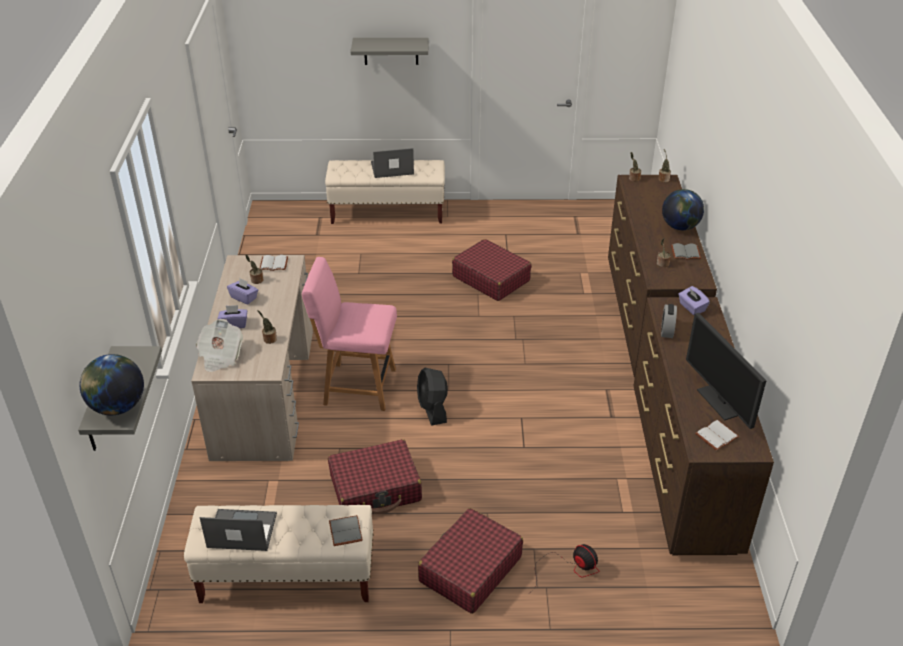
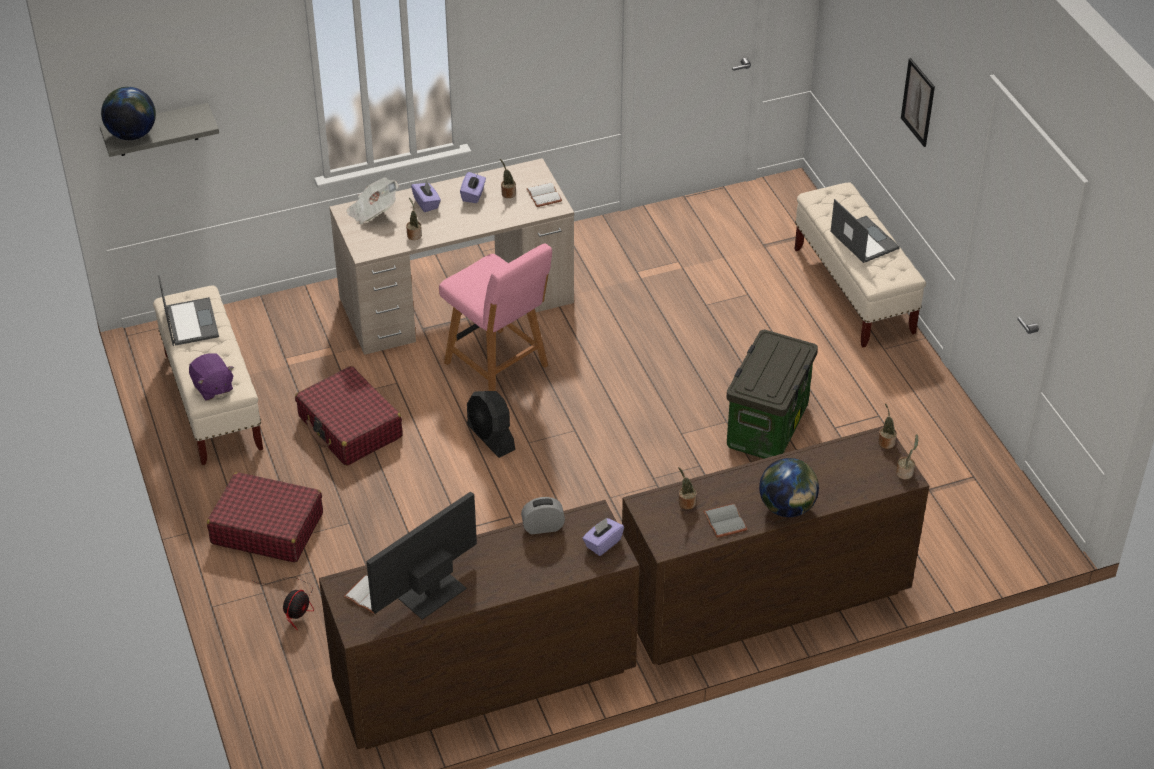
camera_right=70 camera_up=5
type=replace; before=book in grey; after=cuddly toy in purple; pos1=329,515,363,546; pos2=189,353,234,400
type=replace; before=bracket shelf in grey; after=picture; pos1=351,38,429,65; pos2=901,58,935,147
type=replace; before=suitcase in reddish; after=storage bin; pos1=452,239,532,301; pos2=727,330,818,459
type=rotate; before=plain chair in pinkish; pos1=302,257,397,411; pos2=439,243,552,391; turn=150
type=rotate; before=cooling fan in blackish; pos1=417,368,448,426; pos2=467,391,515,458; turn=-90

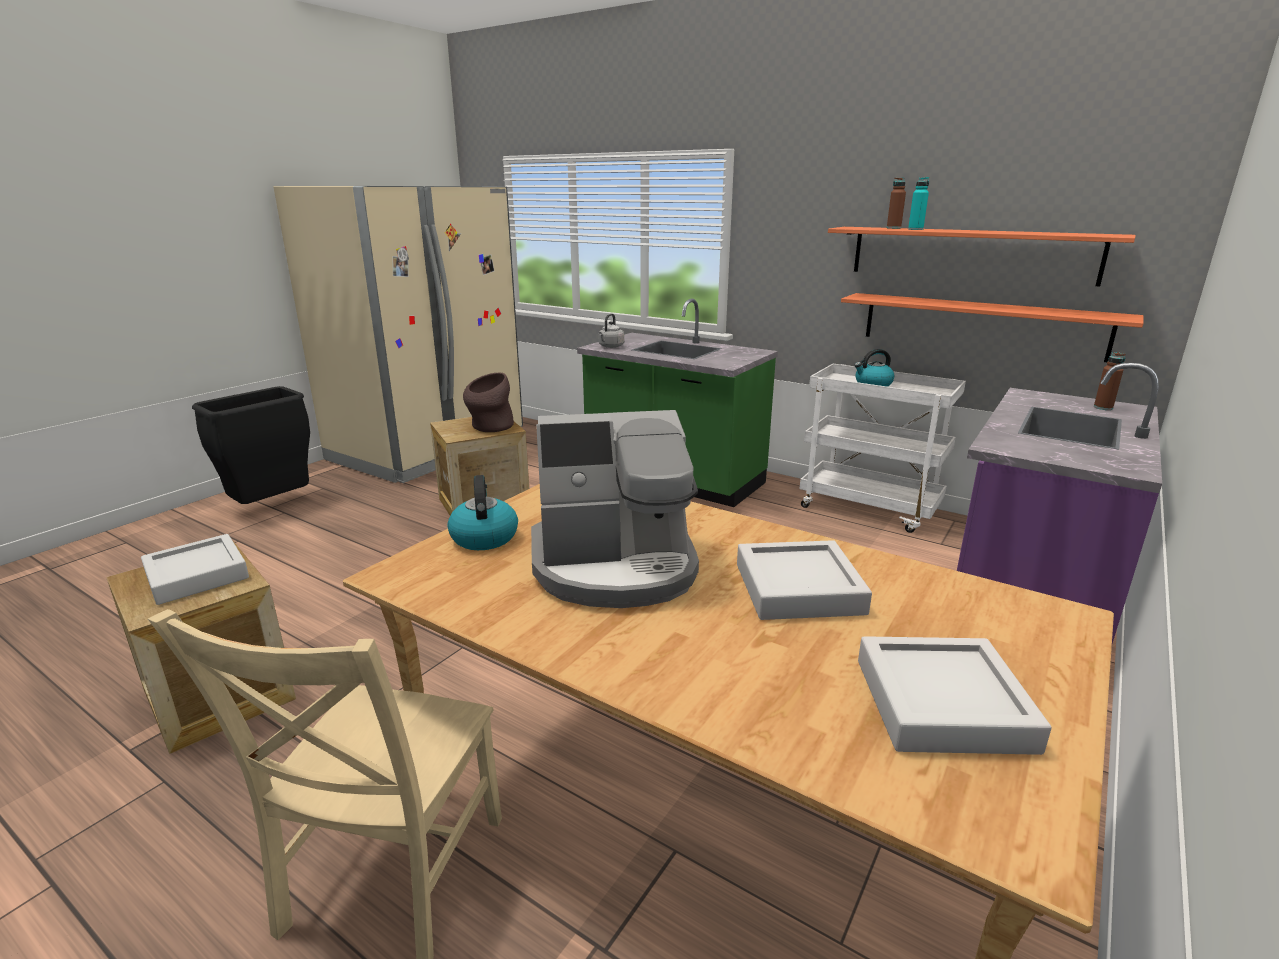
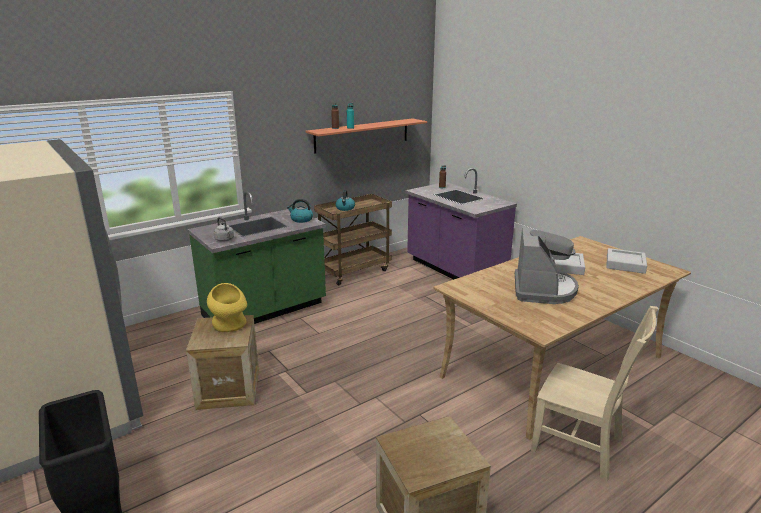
camera_right=-70 camera_up=0
type=delete; before=serving tray in grey; pos1=141,534,249,605
type=delete; before=bracket shelf; pos1=841,293,1143,362
type=move; before=water kettle; pos1=447,475,518,550; pos2=287,199,313,223
type=recolor; before=flower vase in brownish; after=flower vase in yellow; pos1=463,372,514,432; pos2=207,283,247,332
type=recolor; before=cart in whitish; after=cart in brownish; pos1=800,364,966,533; pos2=314,194,392,286

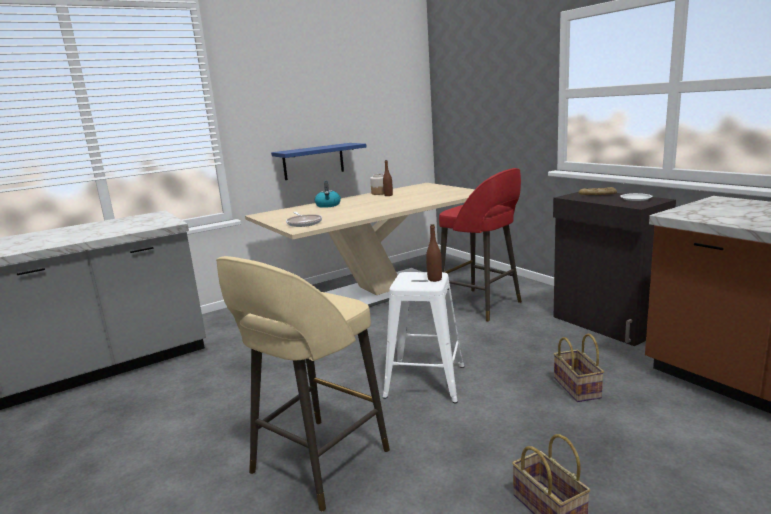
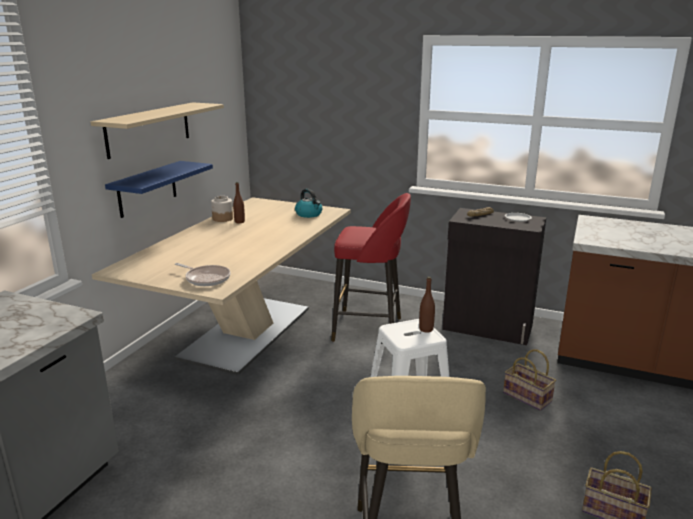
camera_right=-35 camera_up=5
type=insert; after=bracket shelf in sand-coloured; pos2=90,102,224,159
type=move; before=water kettle; pos1=315,181,341,208; pos2=295,189,322,218

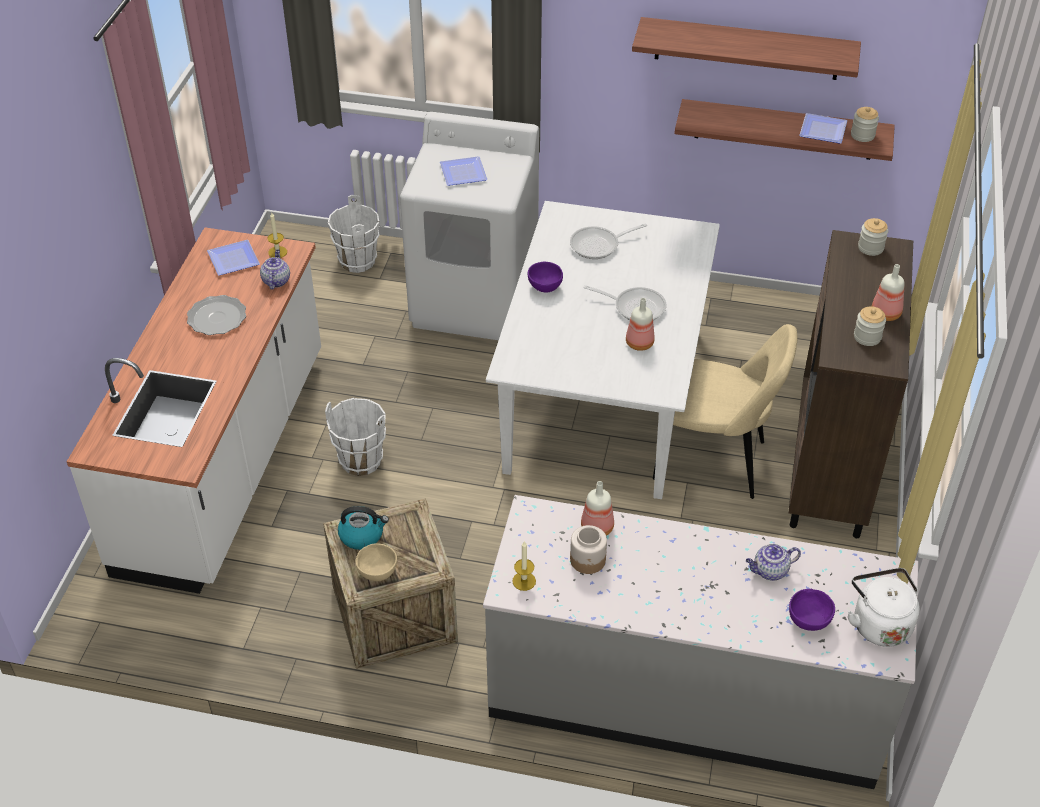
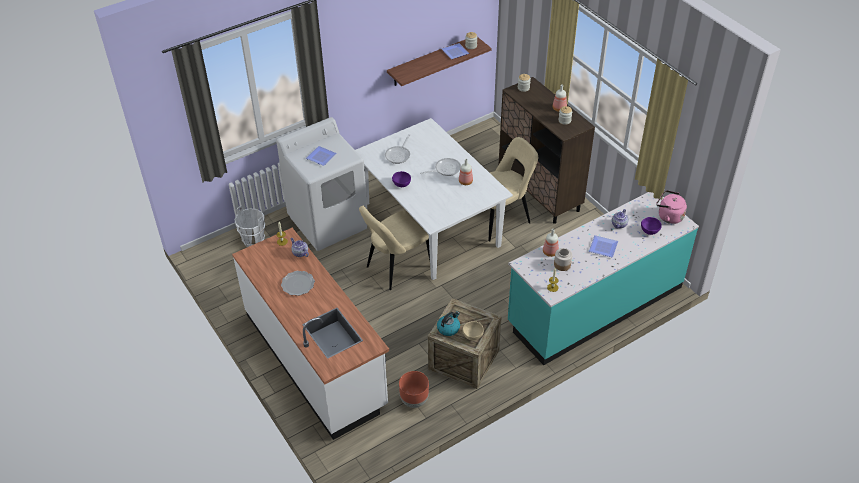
camera_right=-45 camera_up=0
type=delete; before=water bucket in whitish; pos1=325,398,386,476
type=delete; before=bracket shelf; pos1=632,17,861,80
type=insert; after=plain chair in sand-coloured; pos2=359,205,430,290
type=insert; after=planter in brownish; pos2=399,371,429,408
type=move; before=flat dish; pos1=207,240,260,276; pos2=589,235,618,258
type=recolor; before=counter in grey; after=counter in turquoise-coloured; pos1=483,495,918,789; pos2=508,192,699,365
type=recolor; before=water kettle in whitish; after=water kettle in pinkish; pos1=848,568,920,647; pos2=656,190,687,224

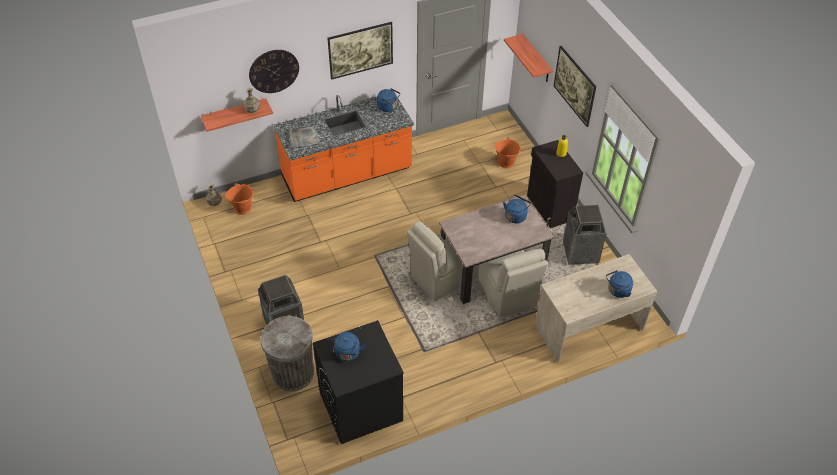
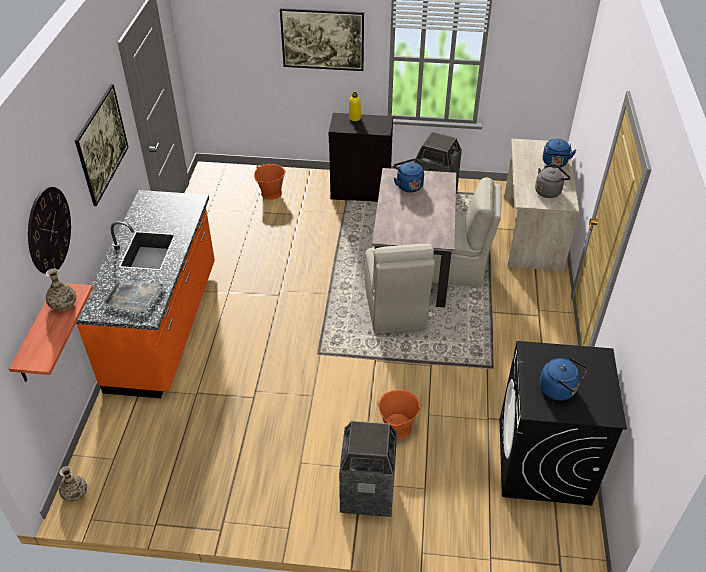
camera_right=-60 camera_up=-5
type=delete; before=trash can in grey; pos1=261,316,314,391
type=delete; before=water kettle in blue; pos1=377,88,400,112
type=delete; before=bracket shelf; pos1=504,34,553,81
type=insert; after=water kettle in grey; pos2=535,164,571,198
type=move; before=water bucket in orange; pos1=225,183,254,215; pos2=377,390,422,438

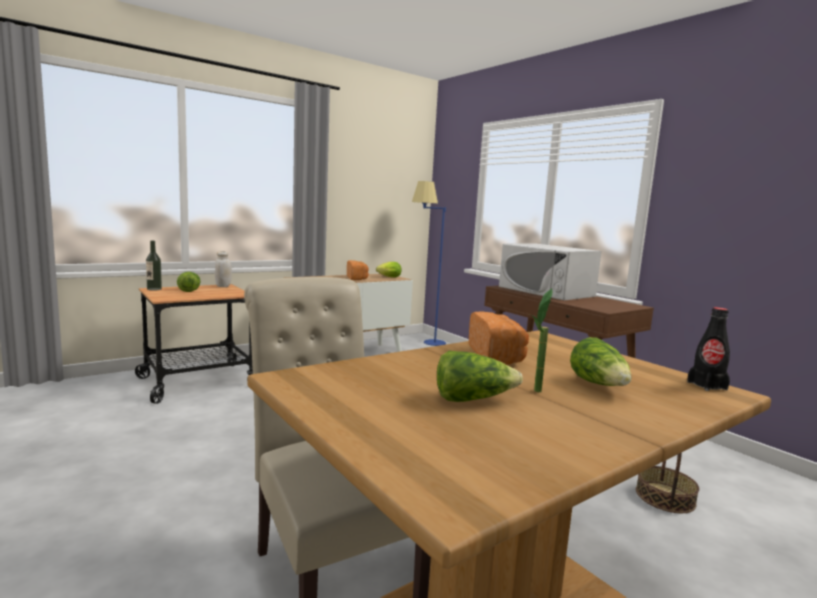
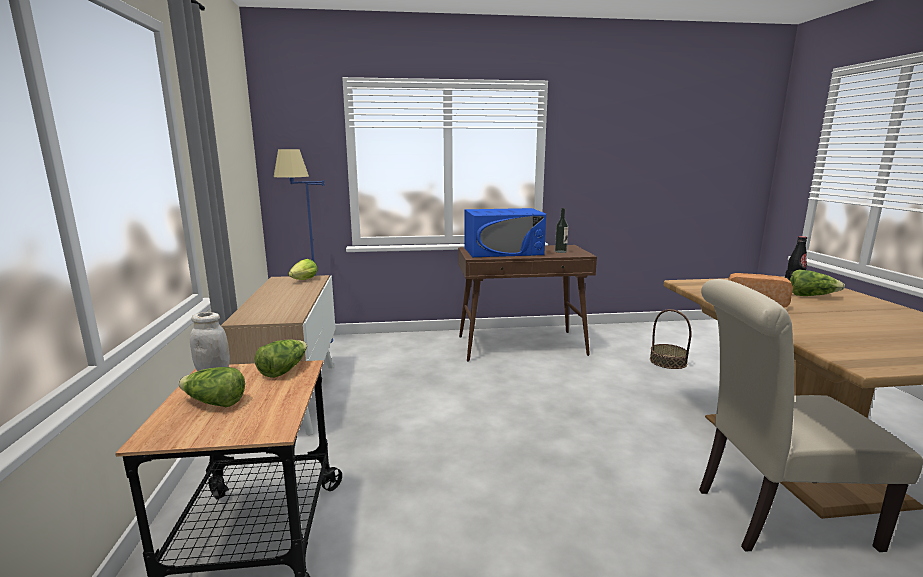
camera_right=-60 camera_up=5
type=delete; before=baked bread; pos1=347,260,369,280
type=delete; before=houseplant; pos1=528,289,552,392
type=move; before=beverage bottle; pos1=146,240,162,291; pos2=555,208,568,253
type=move; before=lettuce; pos1=437,351,523,402; pos2=255,340,307,378
type=recolor; before=microwave oven in whitish; after=microwave oven in blue; pos1=499,243,602,300; pos2=465,208,546,257

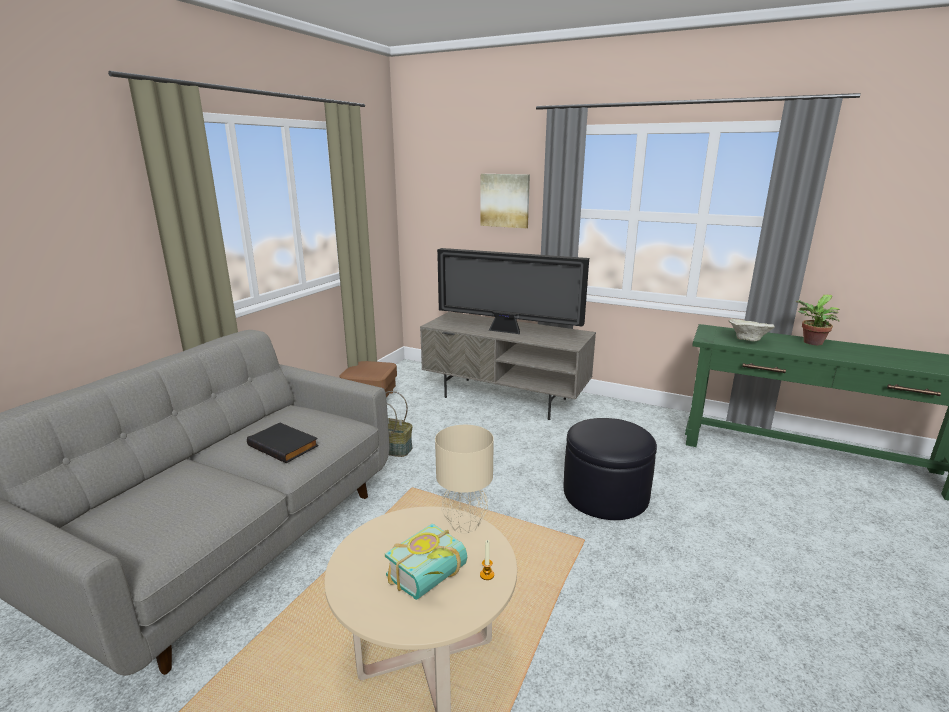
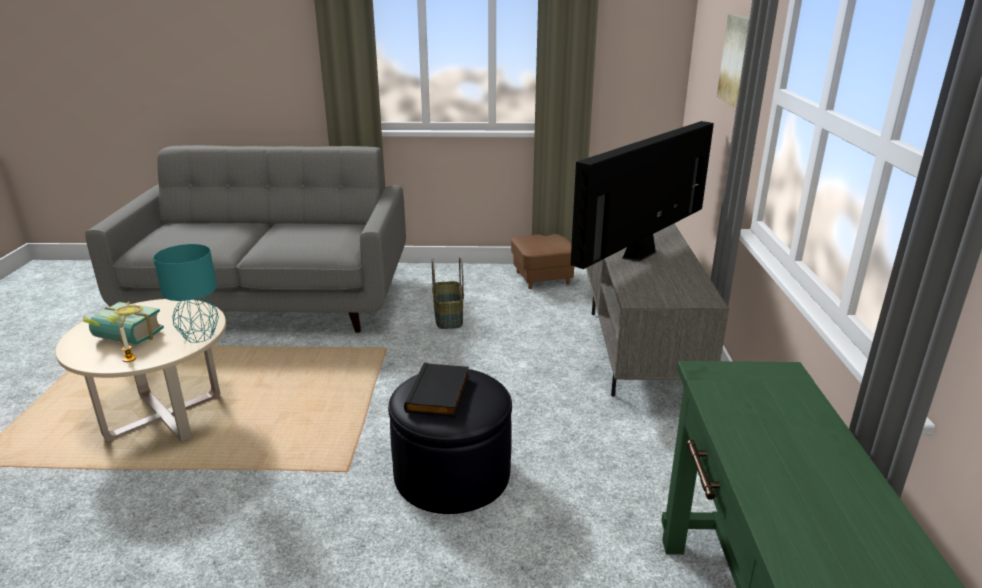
camera_right=65 camera_up=5
type=delete; before=serving bowl in sand-coloured; pos1=729,319,775,341
type=delete; before=houseplant; pos1=795,295,840,345
type=move; before=book in blackish; pos1=247,423,319,463; pos2=404,363,470,417
type=recolor; before=tabletop lamp in sand-coloured; after=tabletop lamp in turquoise-coloured; pos1=435,425,494,533; pos2=153,244,219,343
type=rotate; before=TV set; pos1=437,248,589,334; pos2=571,121,714,269; turn=45

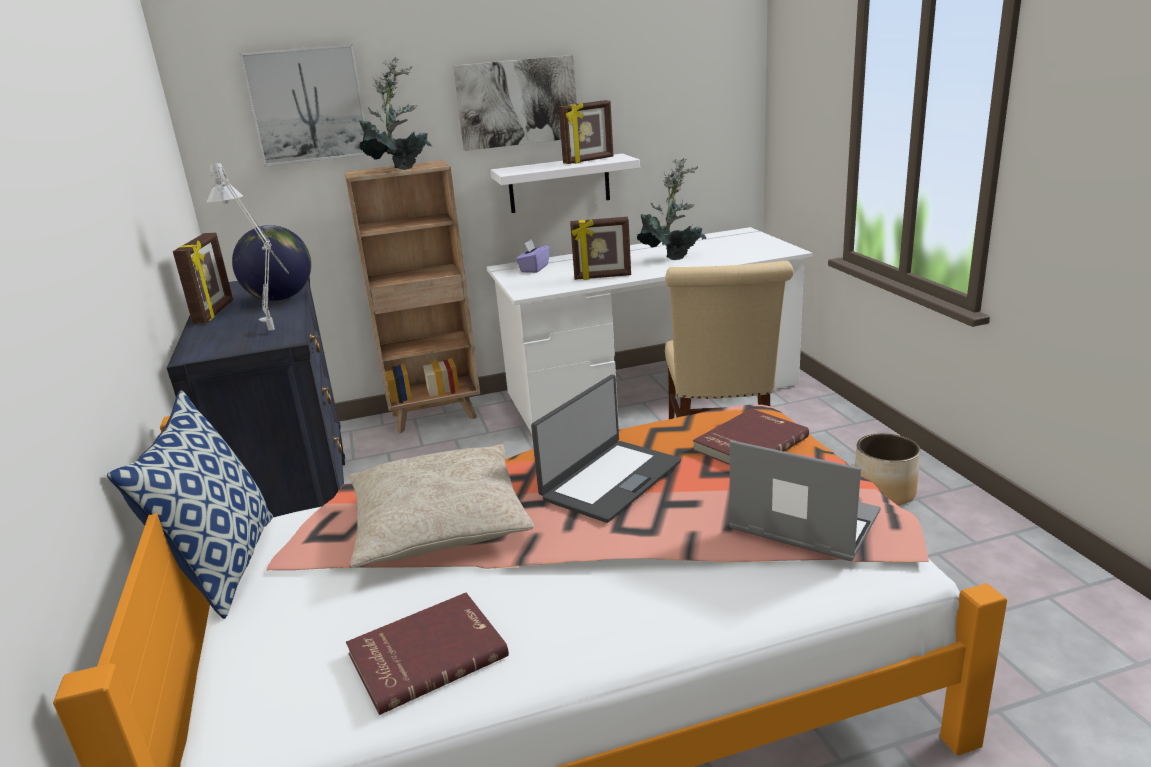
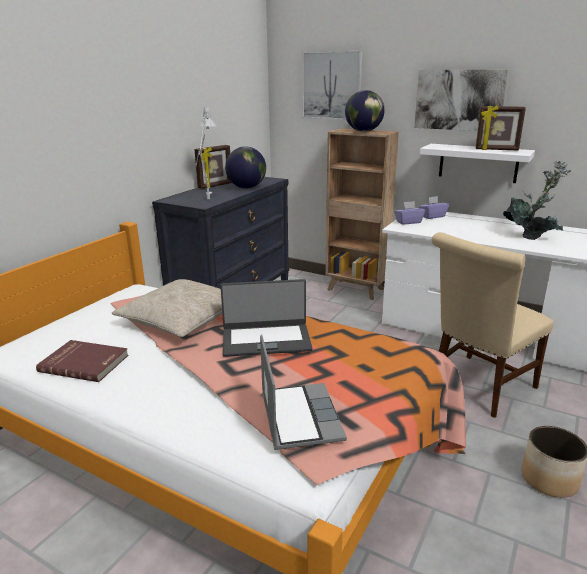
camera_right=45 camera_up=0
type=delete; before=cushion; pos1=107,390,273,619
type=delete; before=photo frame; pos1=570,217,631,280
type=delete; before=book in reddish; pos1=693,408,809,465
type=insert; after=box of tissues in purple; pos2=394,201,425,225
type=replace; before=houseplant; after=desk globe; pos1=359,57,432,170; pos2=345,90,385,132

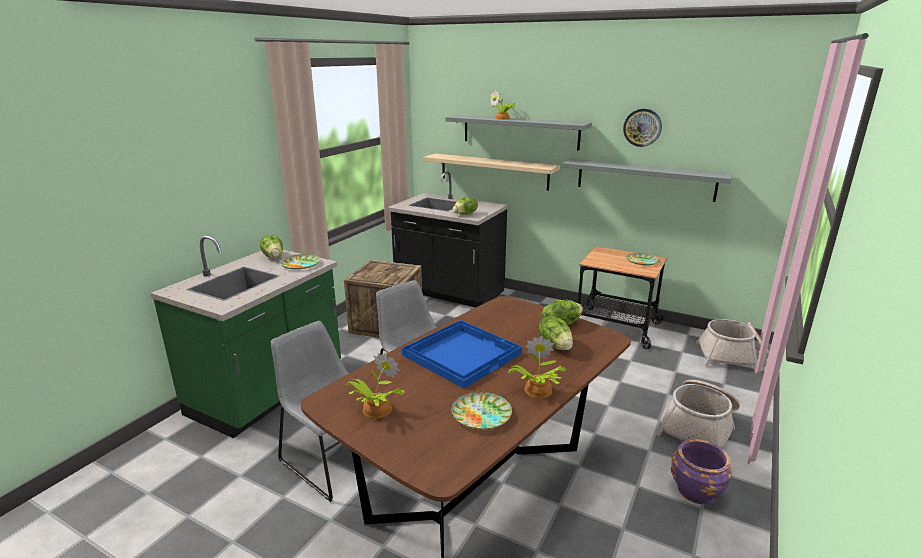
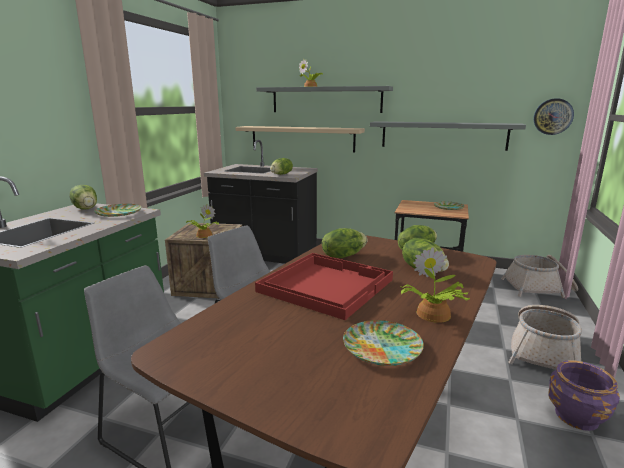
camera_right=-10 camera_up=-5
type=insert; after=lettuce; pos2=322,228,367,258
type=move; before=houseplant; pos1=346,353,404,419; pos2=186,204,219,238
type=move; before=wall clock; pos1=623,109,662,147; pos2=534,98,574,135
type=recolor; before=serving tray in blue; after=serving tray in reddish; pos1=402,320,522,389; pos2=255,253,393,320

